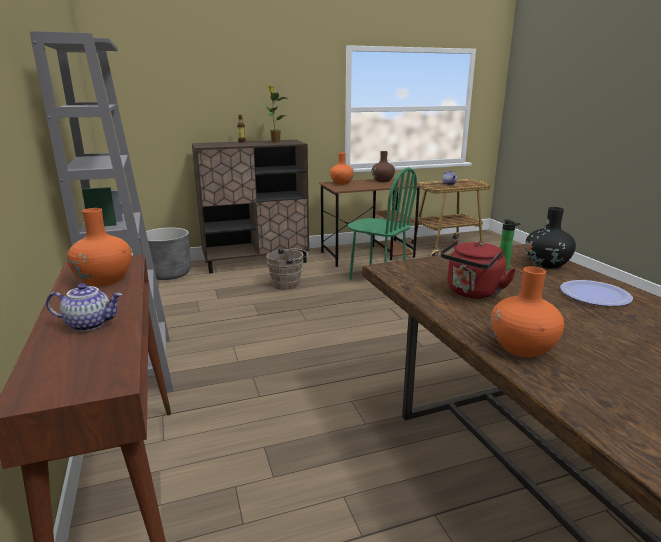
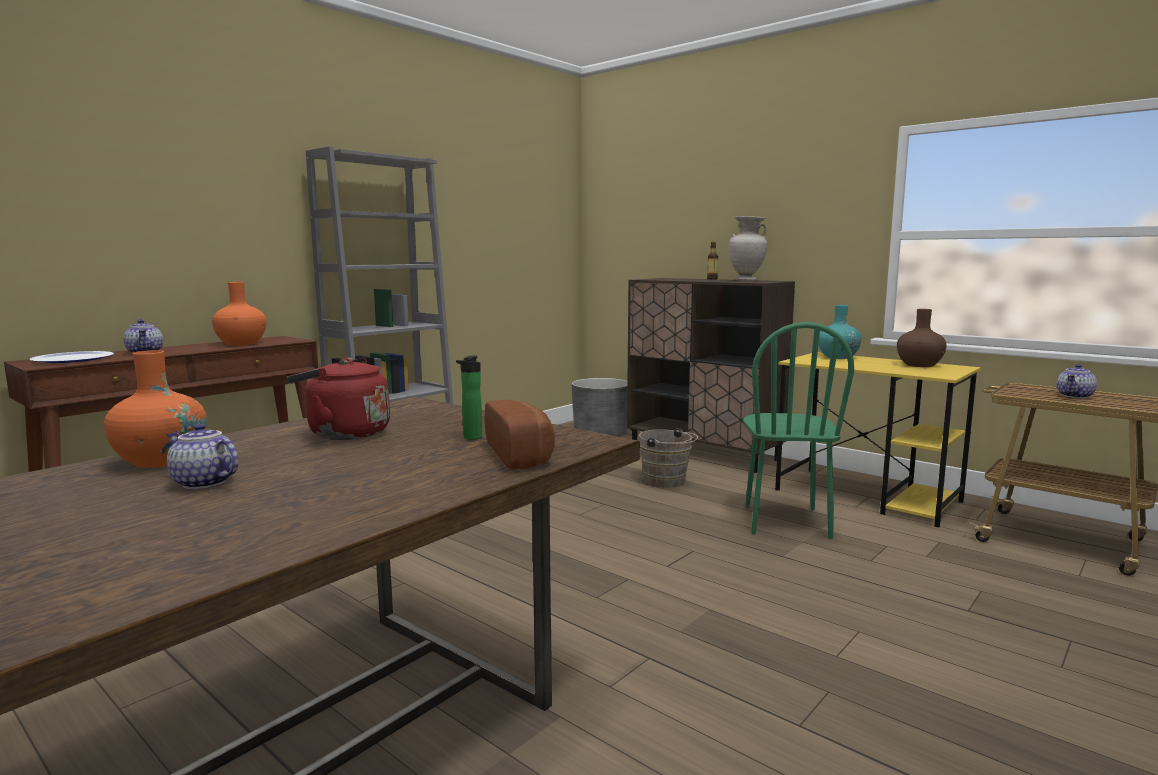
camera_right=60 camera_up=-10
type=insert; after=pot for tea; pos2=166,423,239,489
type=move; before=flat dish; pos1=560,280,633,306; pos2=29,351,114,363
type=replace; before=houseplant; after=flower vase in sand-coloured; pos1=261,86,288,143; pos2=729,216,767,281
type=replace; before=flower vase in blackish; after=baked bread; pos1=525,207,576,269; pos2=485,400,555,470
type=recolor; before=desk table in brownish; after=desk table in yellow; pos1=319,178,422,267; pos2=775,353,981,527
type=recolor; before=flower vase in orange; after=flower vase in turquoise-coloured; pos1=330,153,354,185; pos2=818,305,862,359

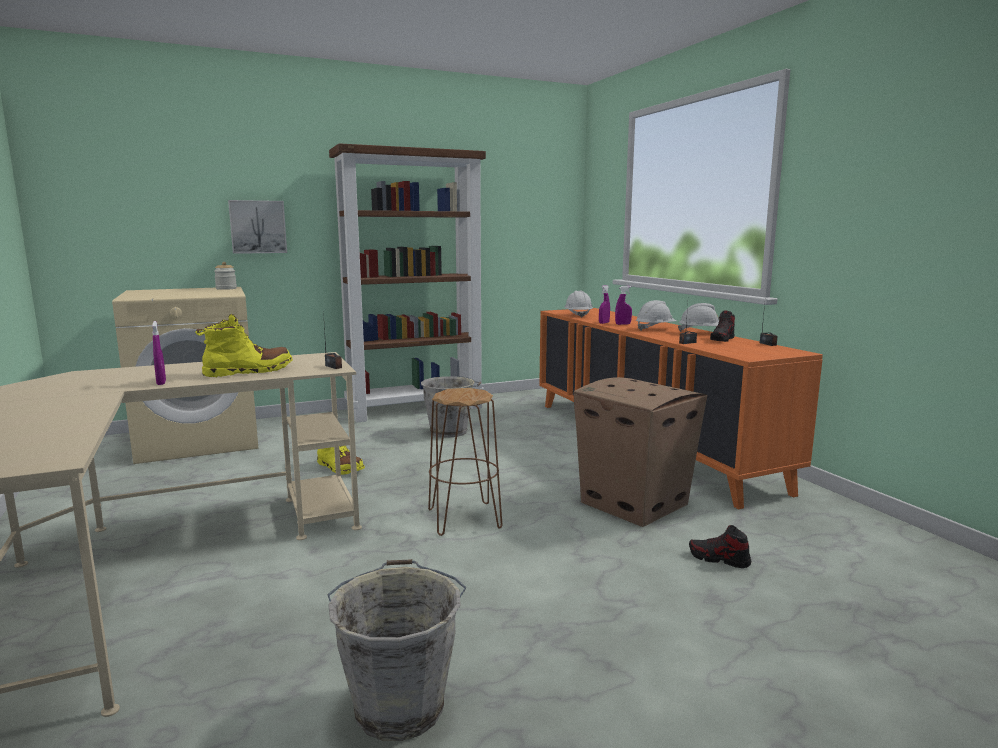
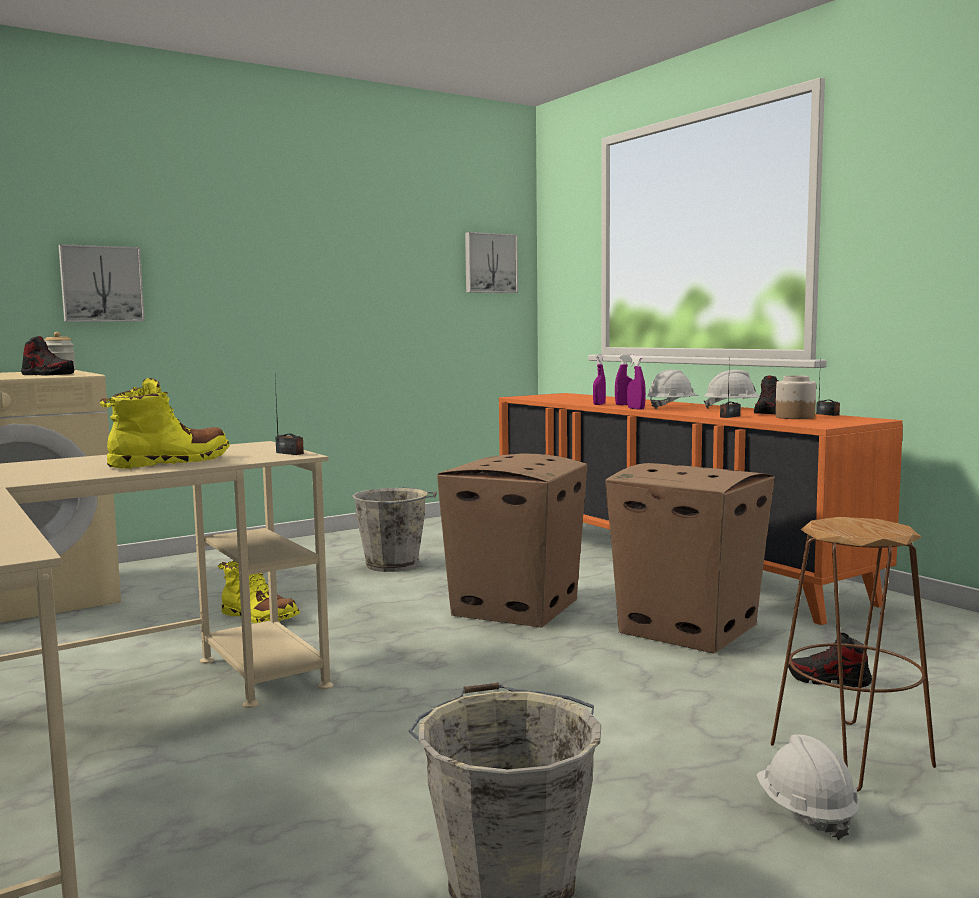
camera_right=-10 camera_up=-5
type=delete; before=bookshelf in brownish; pos1=329,143,486,422
type=insert; after=item of footwear; pos2=21,336,74,376
type=insert; after=packing box; pos2=437,454,587,628
type=insert; after=picture; pos2=465,232,518,293
type=insert; after=jar; pos2=775,375,816,419
type=move; before=spray bottle in purple; pos1=152,321,166,385; pos2=627,355,646,410
type=move; before=sitting stool in brownish; pos1=428,388,502,536; pos2=771,517,936,792
type=move; before=safety helmet in whitish; pos1=564,291,593,318; pos2=757,734,860,840

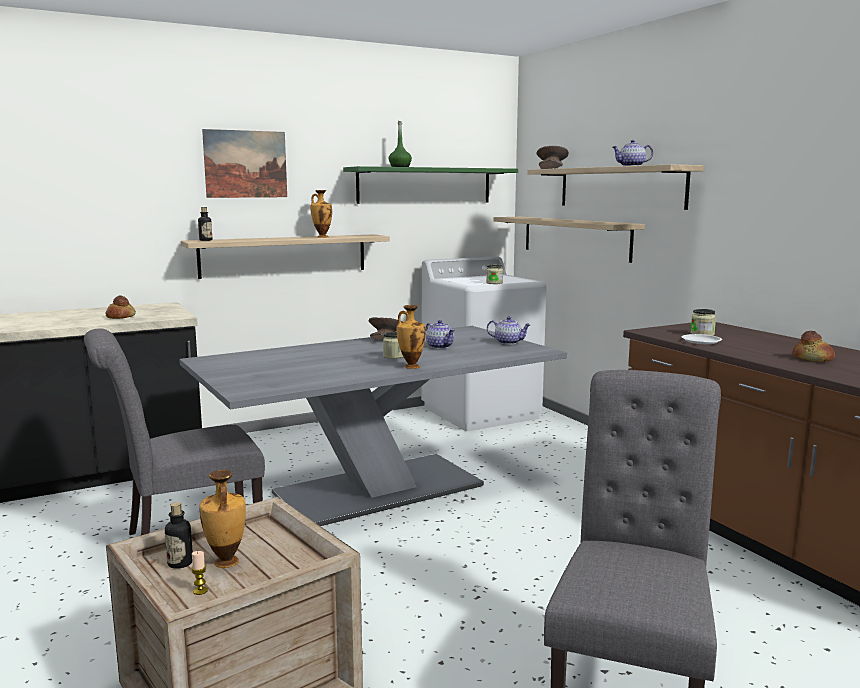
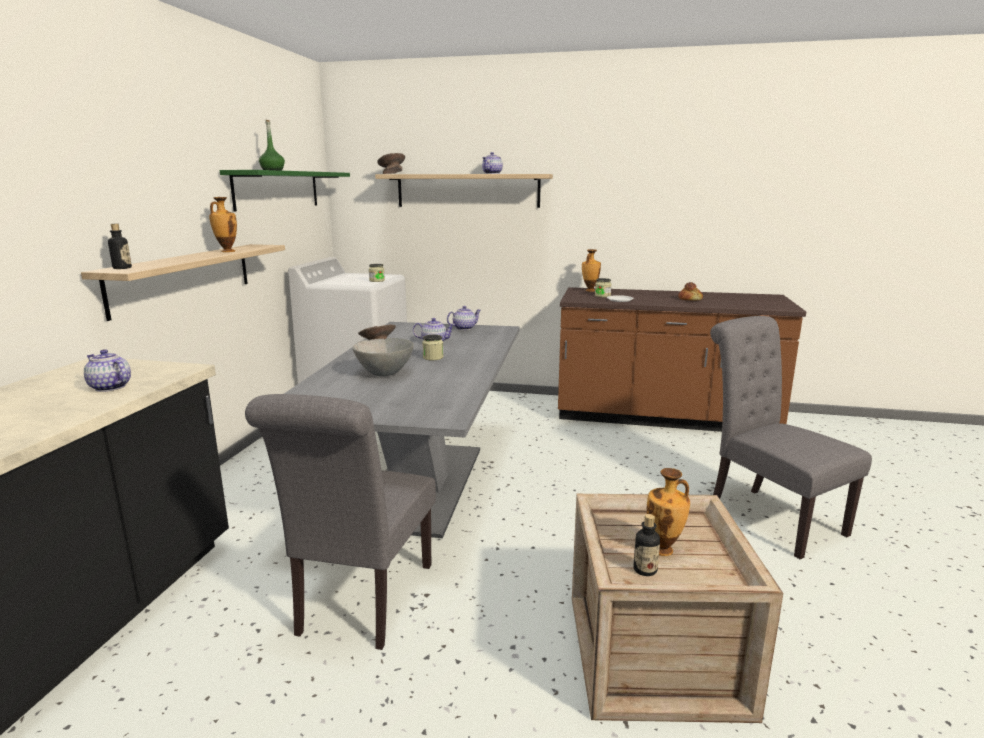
camera_right=-50 camera_up=5
type=delete; before=wax candle; pos1=191,551,208,595
type=delete; before=picture; pos1=202,129,287,198
type=delete; before=bracket shelf; pos1=493,217,645,263
type=insert; after=serving bowl in grey; pos2=353,338,414,376
type=move; before=flower vase; pos1=396,305,425,369; pos2=582,249,601,292
type=replace; before=baked bread; after=pot for tea; pos1=105,295,136,319; pos2=84,349,131,392

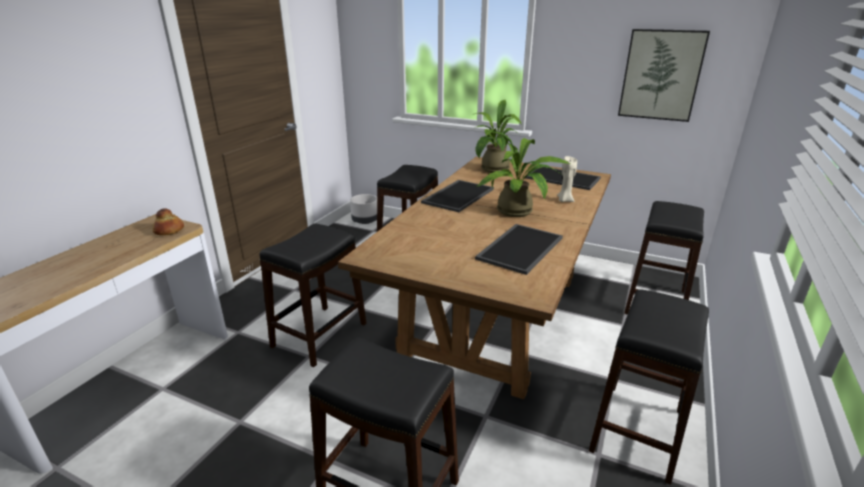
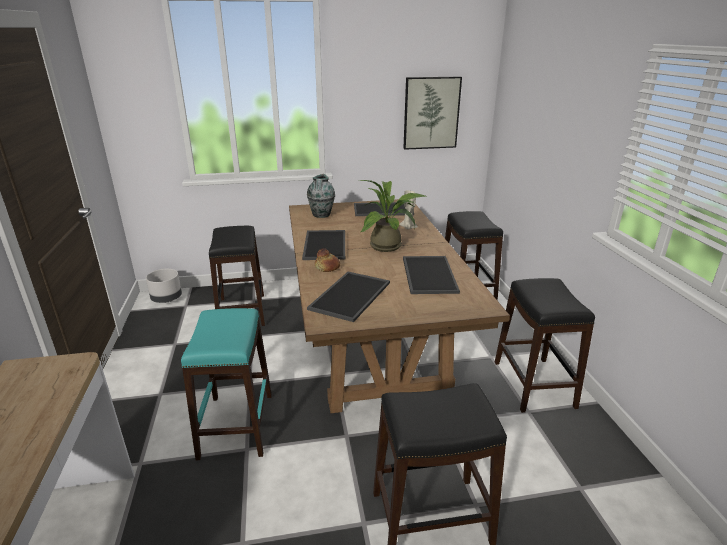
camera_right=-35 camera_up=0
type=insert; after=serving tray; pos2=307,272,390,322
type=move; before=baked bread; pos1=152,208,184,235; pos2=315,248,340,272
type=replace; before=houseplant; after=flower vase; pos1=475,100,522,173; pos2=307,174,335,218
type=recolor; before=sitting stool in blackish; after=sitting stool in turquoise-coloured; pos1=259,224,366,367; pos2=181,308,272,460

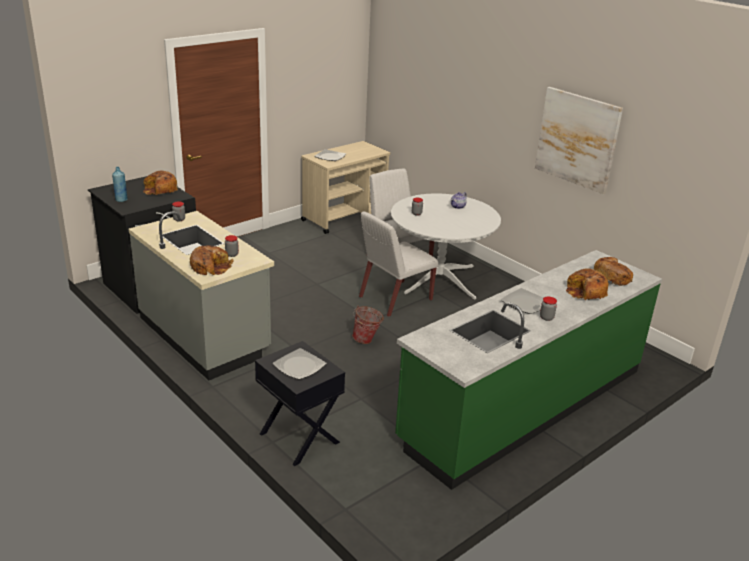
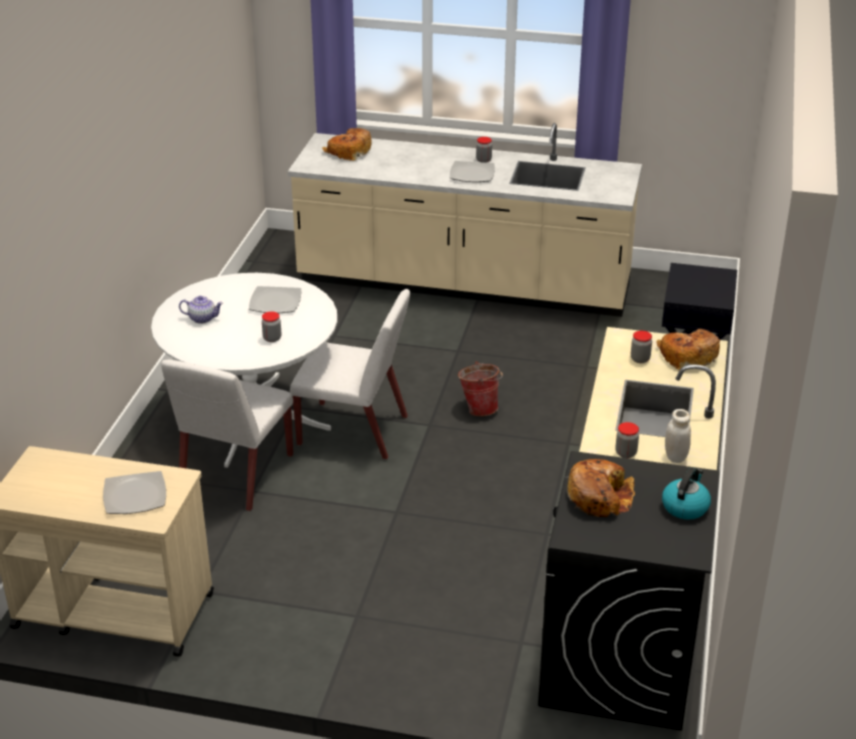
camera_right=-125 camera_up=5
type=delete; before=picture; pos1=535,87,623,194
type=delete; before=baked bread; pos1=566,268,609,300
type=insert; after=jar in whitish; pos2=665,409,691,463
type=move; before=flat dish; pos1=273,348,326,380; pos2=249,286,301,313
type=replace; before=beverage bottle in blue; after=water kettle; pos1=112,167,128,202; pos2=662,467,711,520
type=recolor; before=counter in green-coloured; after=counter in sand-coloured; pos1=395,250,662,490; pos2=288,123,642,317

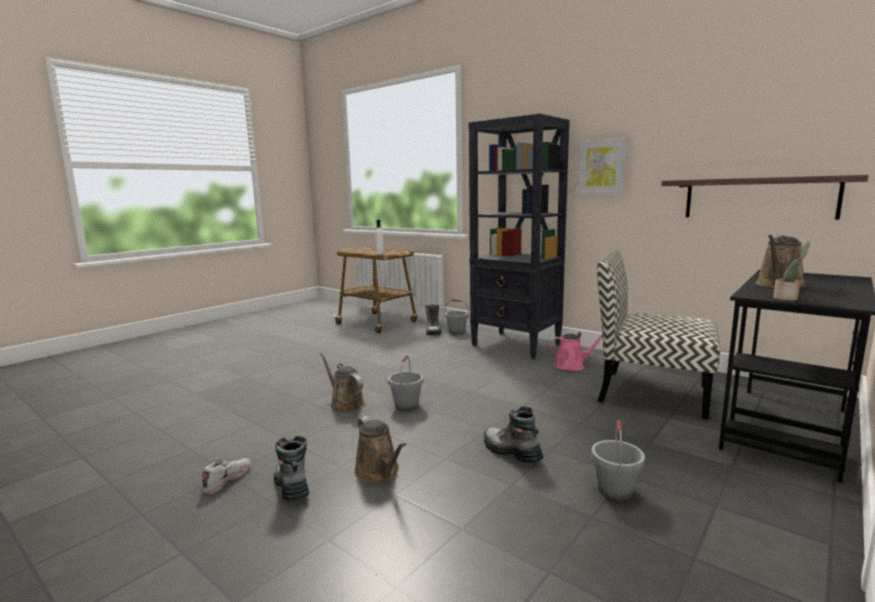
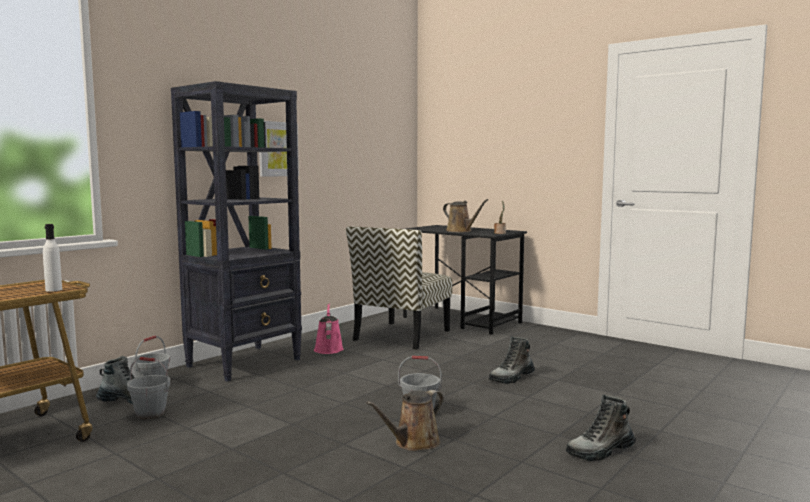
camera_right=-90 camera_up=-5
type=delete; before=item of footwear in whitish; pos1=201,458,251,494
type=delete; before=sprinkling can in brownish; pos1=354,416,406,483
type=delete; before=bracket shelf; pos1=661,175,869,220
type=move; before=water bucket in grey; pos1=591,420,645,500; pos2=127,357,171,419

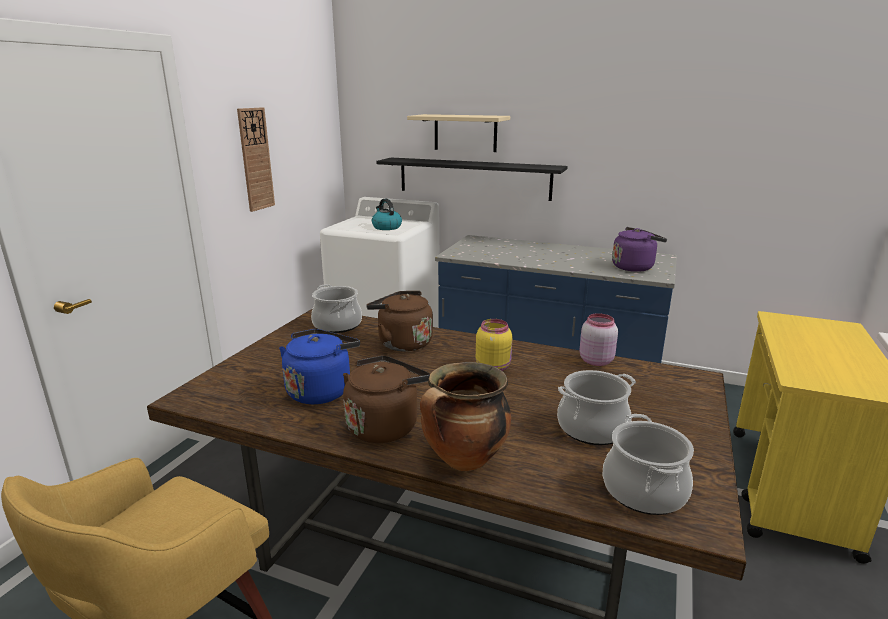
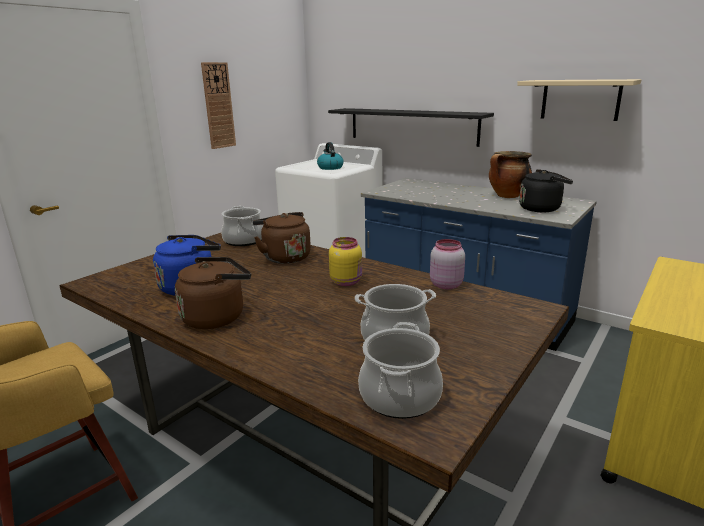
camera_right=15 camera_up=0
type=move; before=bracket shelf in sand-coloured; pos1=407,114,510,152; pos2=517,79,641,121
type=move; before=saucepot; pos1=420,362,511,471; pos2=489,151,532,198
type=recolor; before=water kettle in purple; after=water kettle in blackish; pos1=612,227,667,272; pos2=519,169,573,212

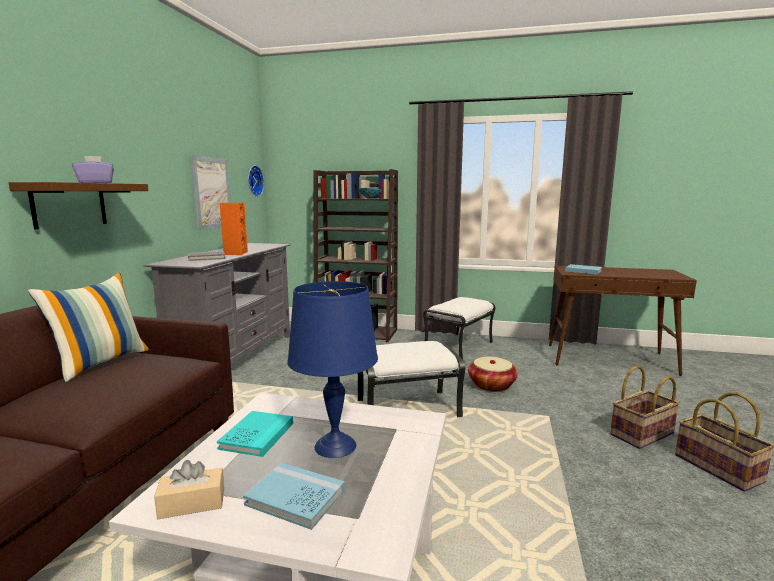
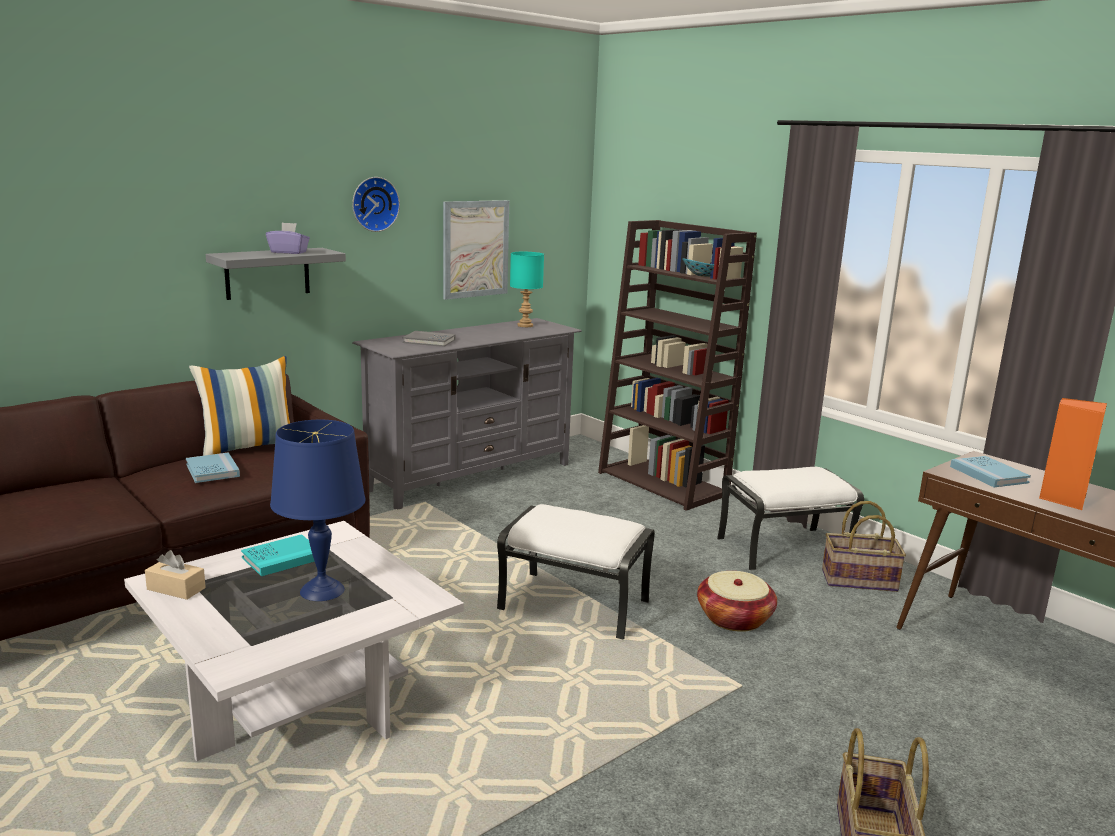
camera_right=35 camera_up=5
type=insert; after=tabletop lamp in turquoise-coloured; pos2=510,252,544,327
type=move; before=speaker in orange; pos1=219,203,248,255; pos2=1039,398,1107,510
type=move; before=book in blue; pos1=243,463,345,530; pos2=186,452,240,483
type=move; before=wall clock; pos1=248,166,264,197; pos2=352,177,400,232
type=move; before=basket; pos1=610,365,680,449; pos2=822,501,906,592
type=recolor; before=bracket shelf in brownish; after=bracket shelf in grey; pos1=9,182,148,230; pos2=206,248,346,300

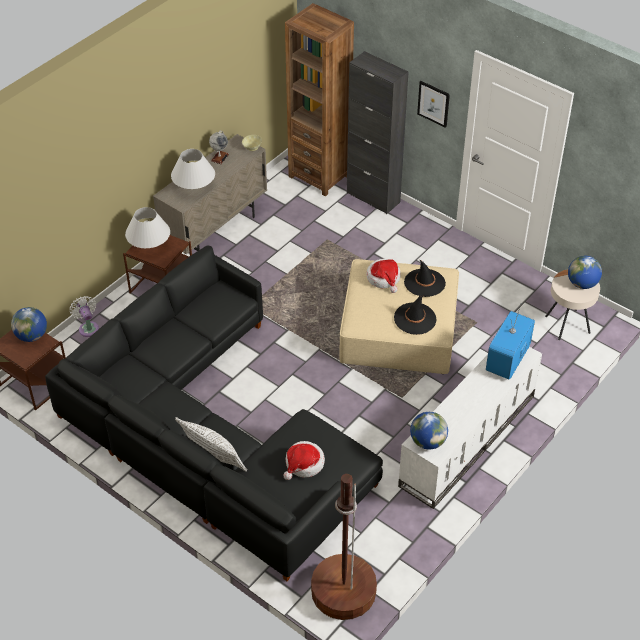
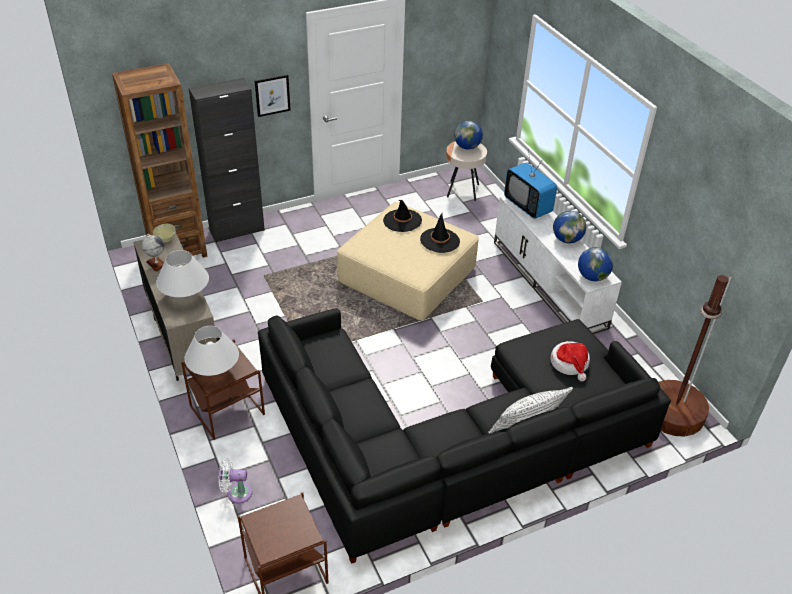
camera_right=-65 camera_up=-5
type=delete; before=hat; pos1=367,259,401,293
type=move; before=desk globe; pos1=11,307,47,342; pos2=553,211,586,243

